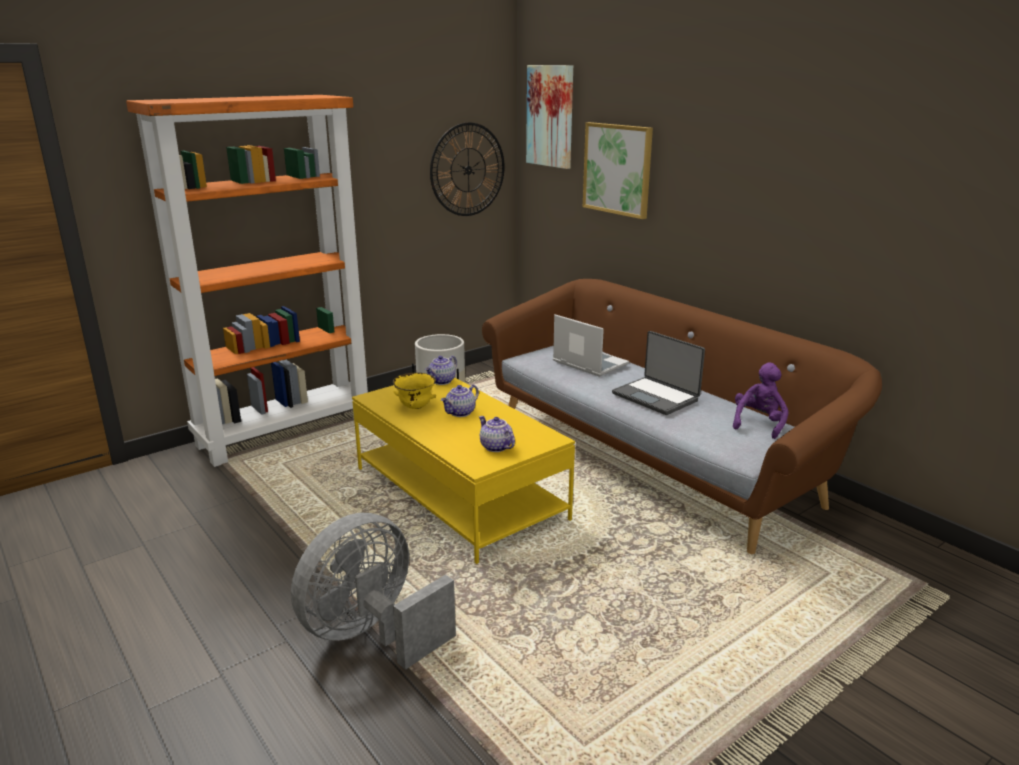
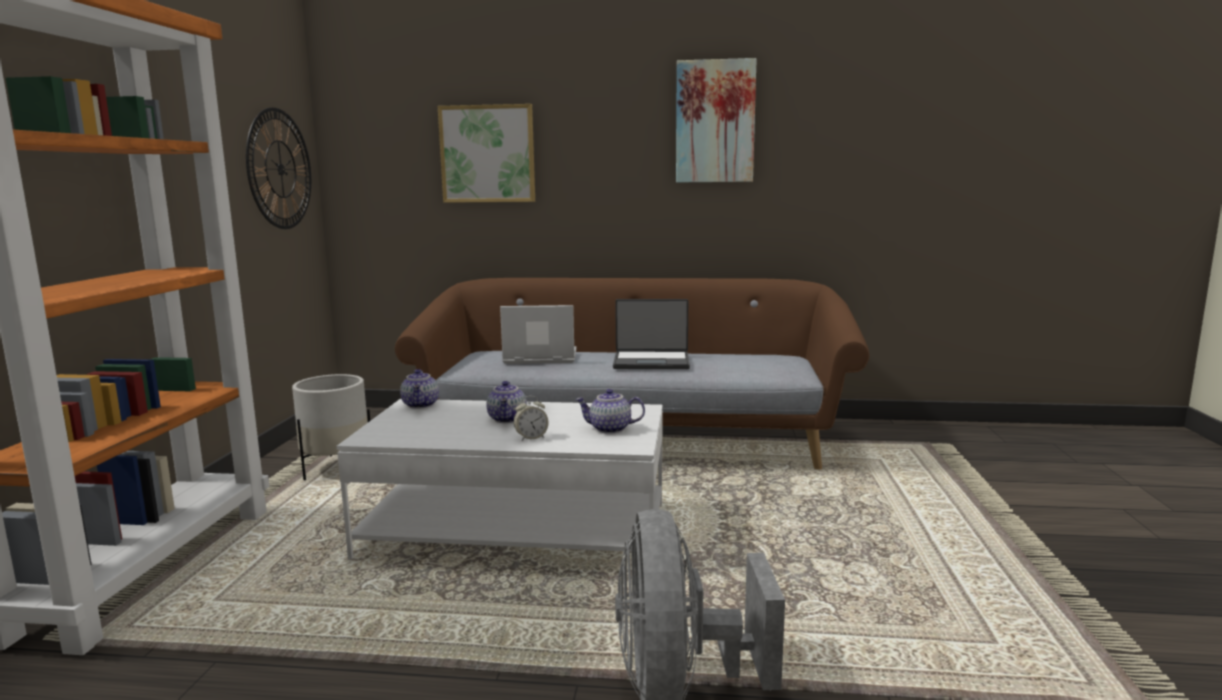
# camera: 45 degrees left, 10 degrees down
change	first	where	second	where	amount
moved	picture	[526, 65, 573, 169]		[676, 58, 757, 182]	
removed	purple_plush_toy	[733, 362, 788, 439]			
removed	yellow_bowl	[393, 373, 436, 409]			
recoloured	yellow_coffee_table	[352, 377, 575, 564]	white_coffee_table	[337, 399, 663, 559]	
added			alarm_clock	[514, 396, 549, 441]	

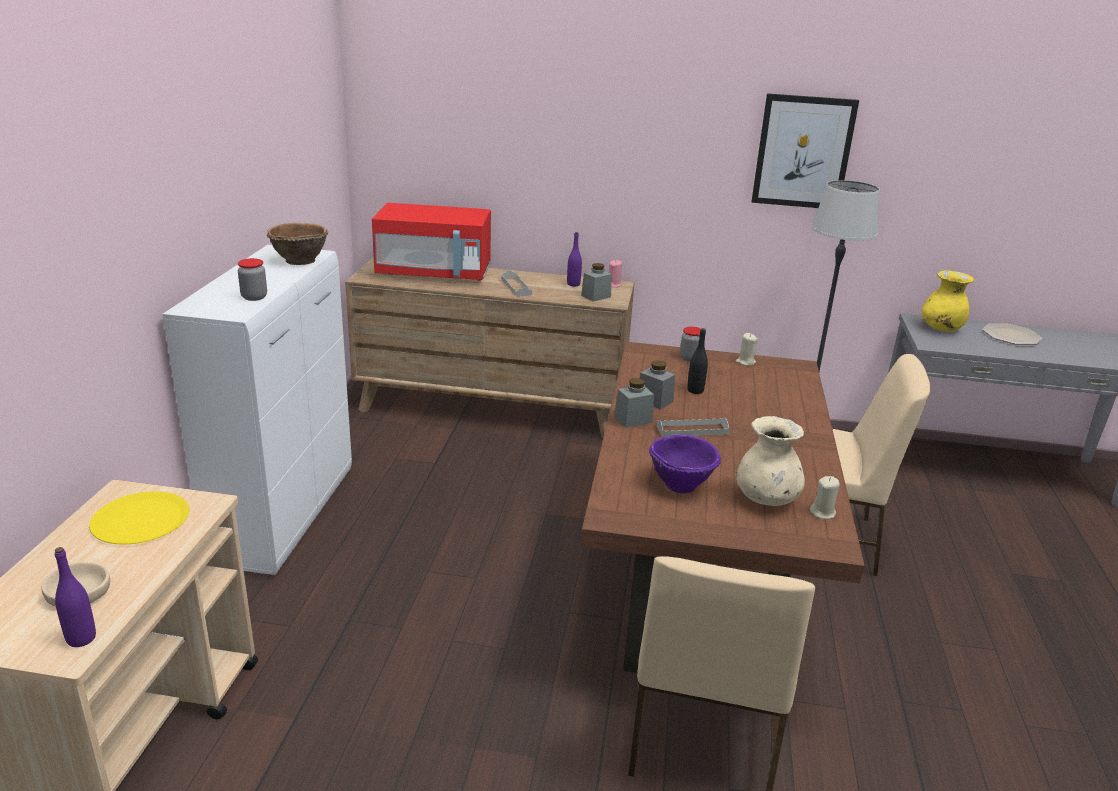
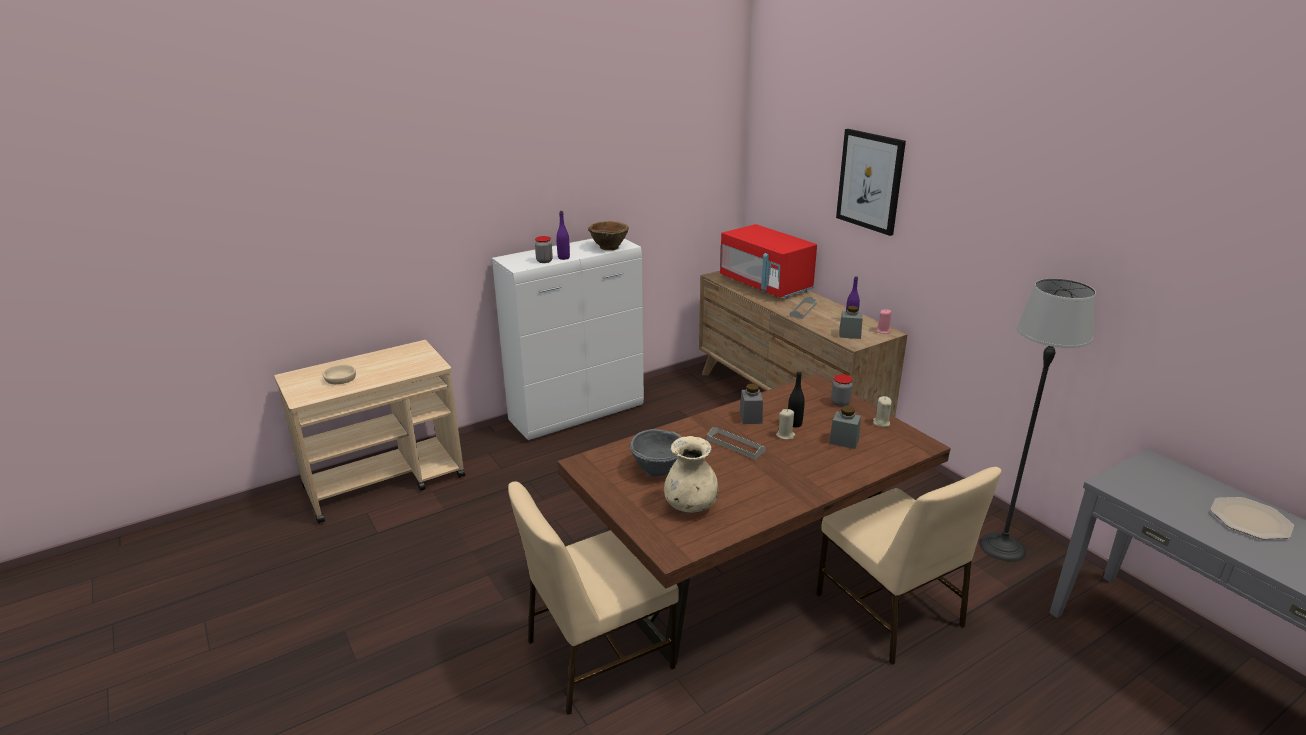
# camera: 50 degrees right, 0 degrees up
change	first	where	second	where	amount
moved	picture	[752, 93, 859, 208]		[836, 129, 906, 236]	
removed	yellow_vase	[922, 270, 974, 332]			
moved	grey_jar	[614, 378, 654, 428]		[829, 406, 861, 449]	
recoloured	purple_bowl	[649, 434, 721, 494]	grey_bowl	[629, 429, 682, 477]	
moved	beige_candle	[810, 476, 840, 519]		[776, 409, 795, 440]	
removed	yellow_plate	[89, 491, 189, 544]			
moved	purple_bottle	[55, 547, 96, 647]		[556, 211, 570, 260]	

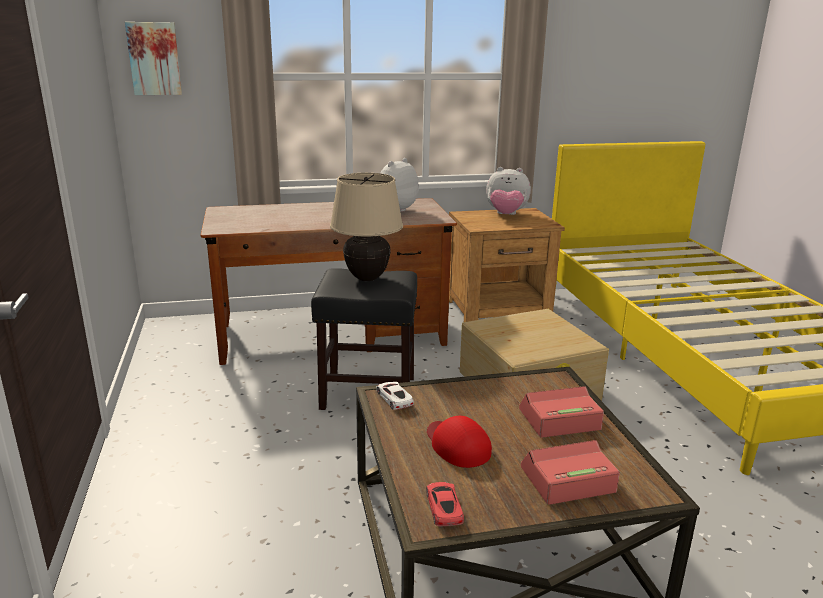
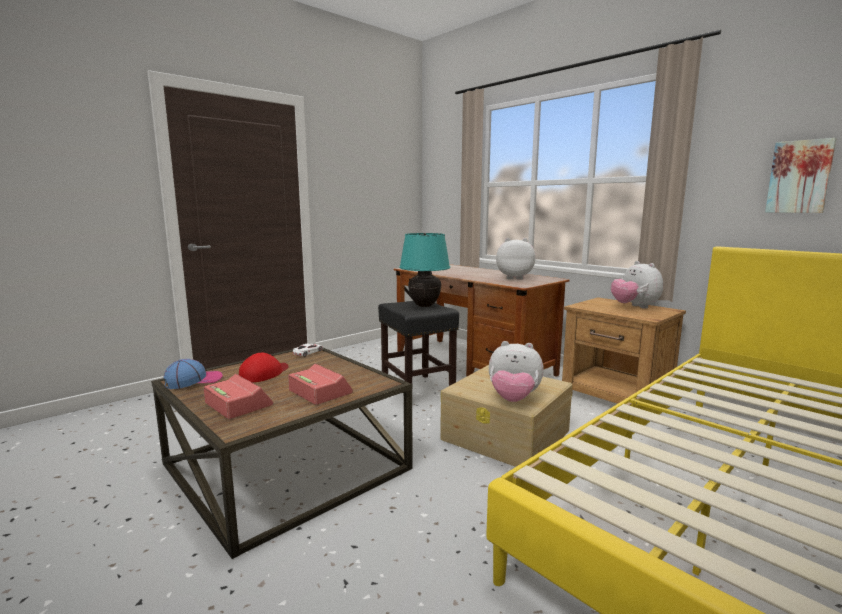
# camera: 60 degrees right, 10 degrees down
change	first	where	second	where	amount
moved	picture	[125, 22, 182, 95]		[765, 138, 836, 213]	
recoloured	beige_table_lamp	[330, 173, 403, 281]	turquoise_table_lamp	[399, 233, 450, 307]	
replaced	red_toy_car	[426, 482, 464, 526]	cap	[163, 359, 223, 389]	
added			plush_toy	[489, 341, 544, 402]	

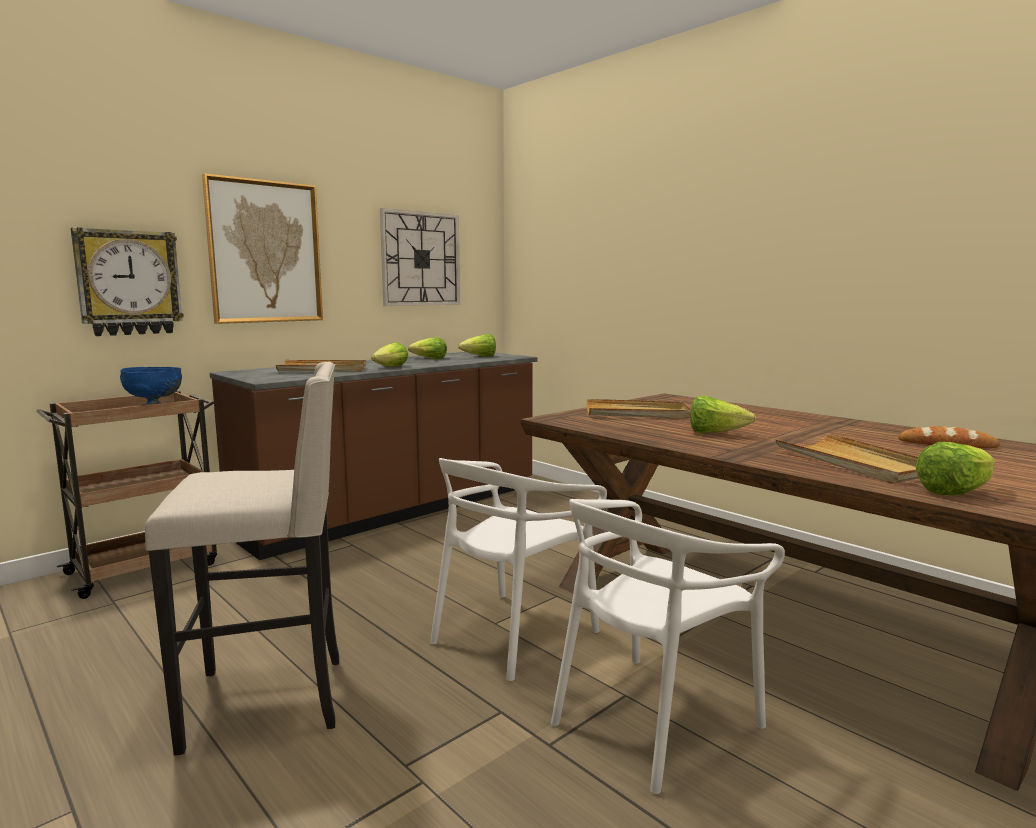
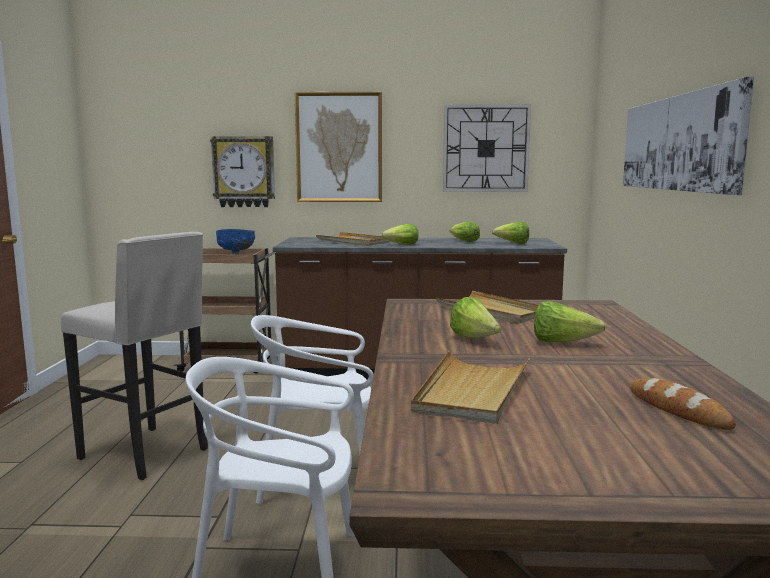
# camera: 45 degrees right, 0 degrees up
change	first	where	second	where	amount
moved	lettuce	[915, 442, 995, 495]		[534, 301, 606, 342]	
added			picture	[623, 77, 754, 195]	

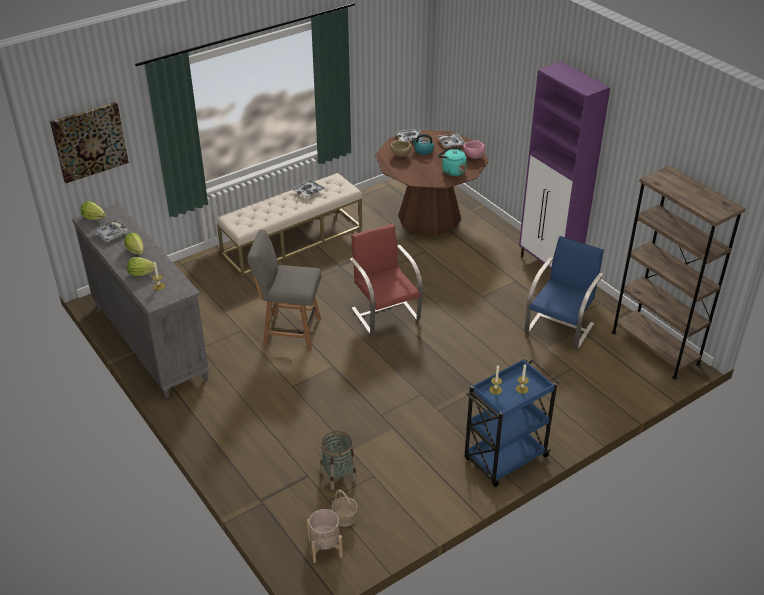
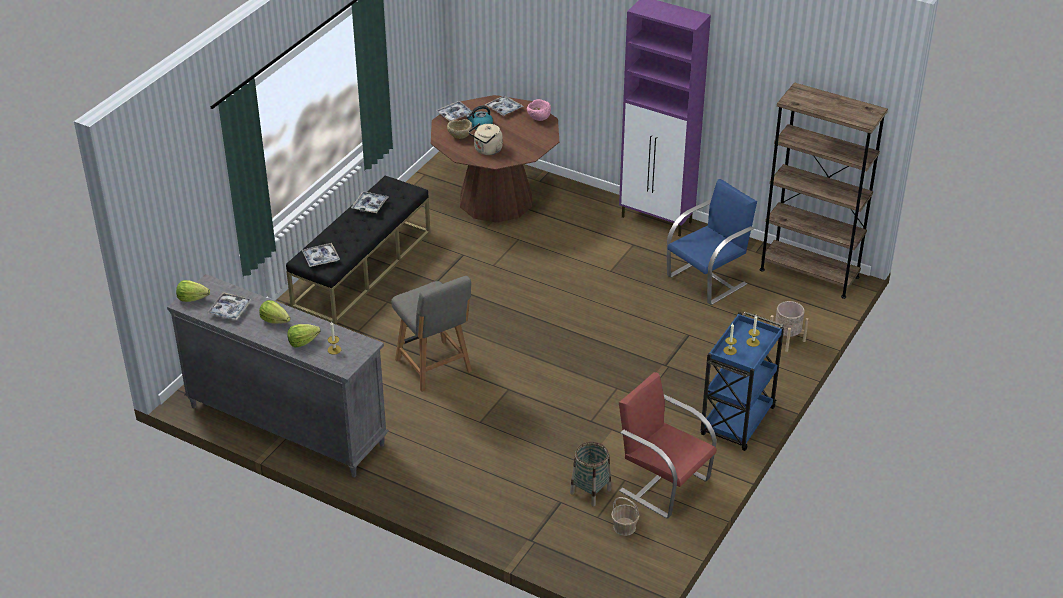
# camera: 25 degrees left, 0 degrees up
change	first	where	second	where	amount
removed	picture	[50, 102, 129, 183]			
removed	turquoise_kettle	[438, 147, 467, 176]			
recoloured	beige_bench	[217, 173, 362, 276]	black_bench	[286, 175, 430, 324]	
moved	red_chair	[349, 224, 423, 335]		[619, 372, 717, 519]	
turned	grey_chair	[247, 230, 322, 350]		[391, 276, 472, 392]	105 degrees counterclockwise
turned	blue_chair	[525, 236, 604, 350]		[667, 179, 757, 305]	45 degrees clockwise
moved	beige_planter	[307, 509, 343, 563]		[770, 301, 809, 352]	
added			beige_kettle	[468, 123, 503, 155]	
added			tray	[302, 243, 340, 267]	

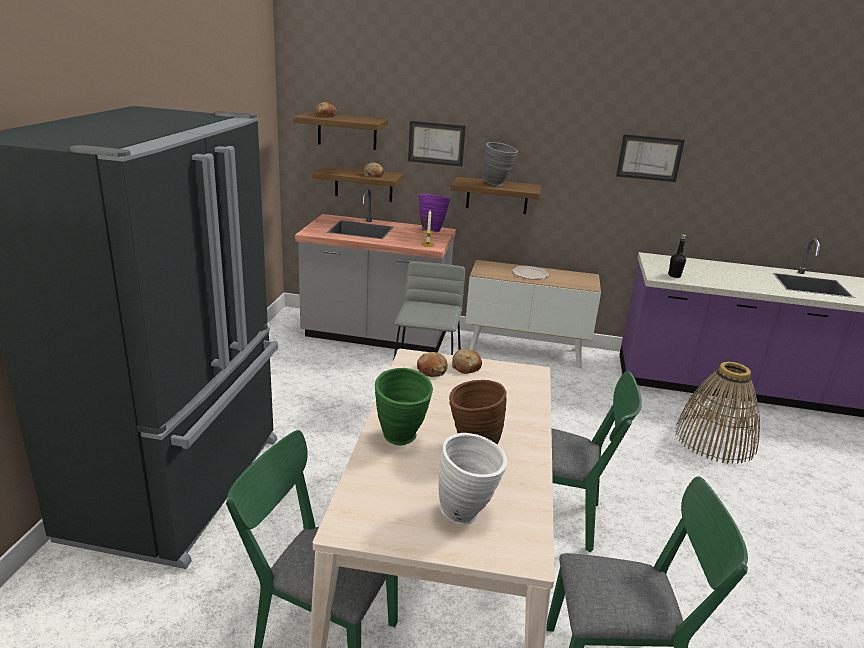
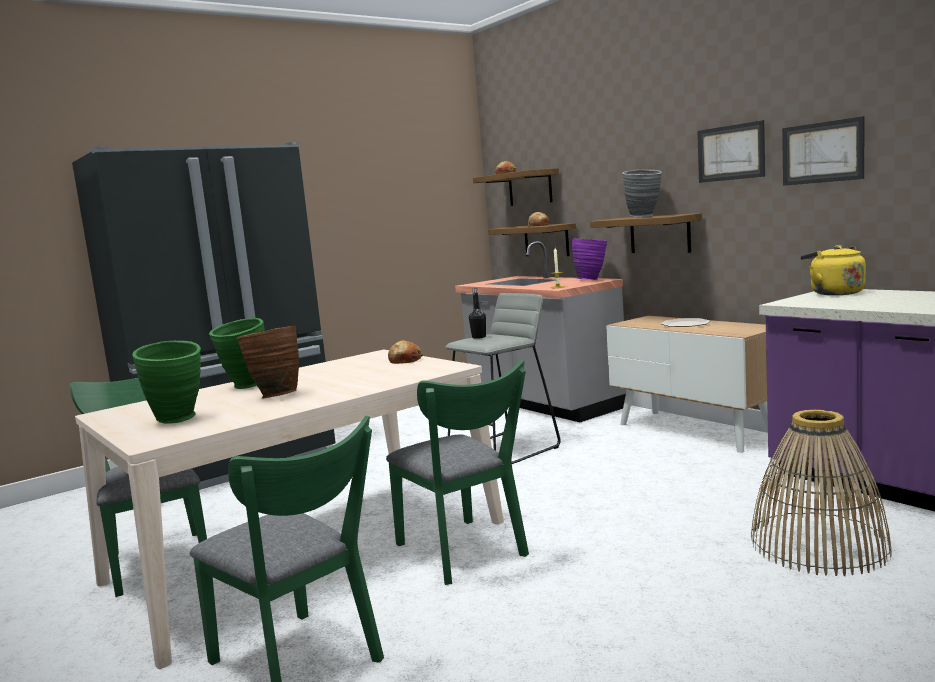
# camera: 45 degrees right, 15 degrees down
change	first	where	second	where	amount
moved	picture	[408, 121, 466, 167]		[697, 120, 765, 183]	
moved	black_bottle	[668, 234, 686, 278]		[469, 288, 486, 339]	
removed	bread	[417, 352, 448, 377]			
recoloured	white_vase	[438, 433, 508, 525]	green_vase	[132, 341, 201, 424]	
added			yellow_kettle	[800, 245, 866, 295]	

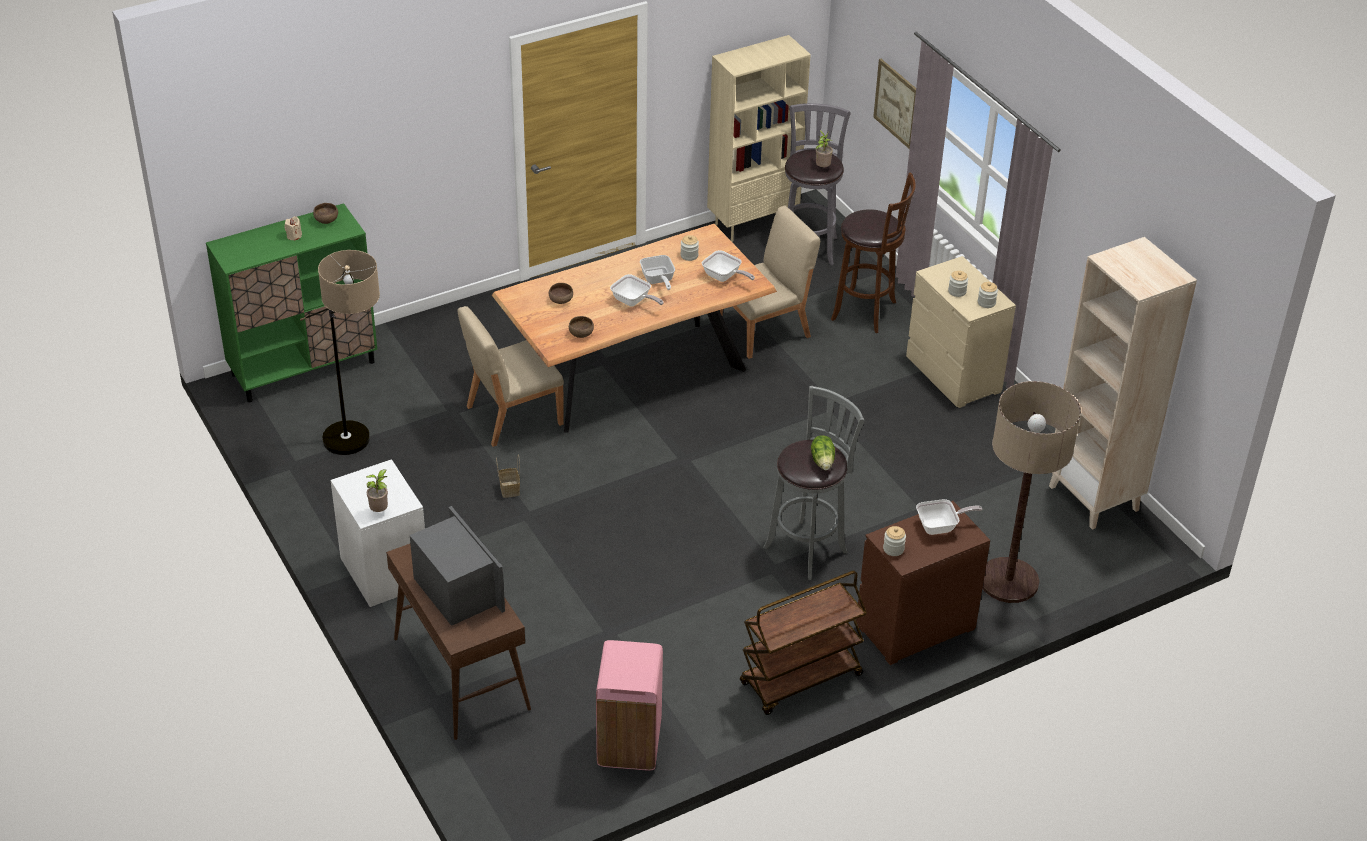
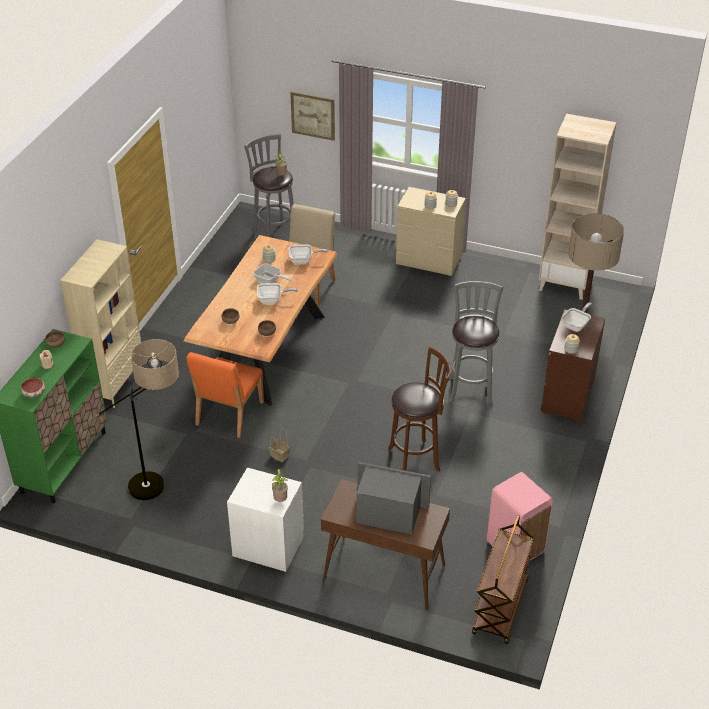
# camera: 40 degrees left, 0 degrees up
change	first	where	second	where	amount
moved	beige_bookcase	[707, 35, 811, 242]		[60, 239, 141, 408]	
moved	brown_stool	[831, 172, 916, 333]		[388, 346, 451, 472]	
recoloured	beige_chair	[458, 306, 564, 447]	orange_chair	[186, 352, 264, 438]	
removed	lettuce	[811, 435, 835, 470]			
moved	brown_cart	[740, 571, 867, 715]		[472, 515, 534, 644]	
added			bowl	[21, 378, 45, 398]	

